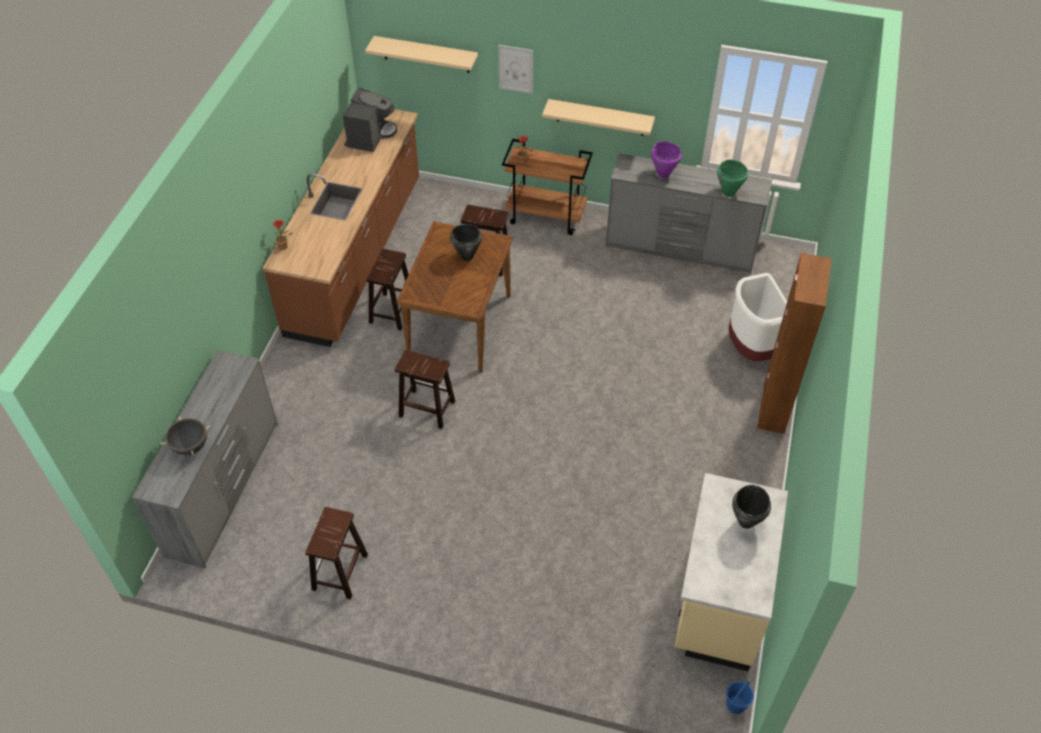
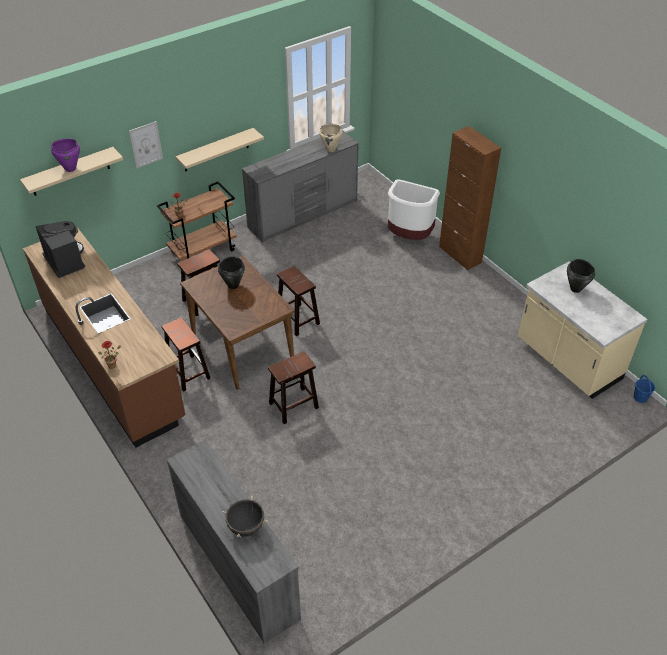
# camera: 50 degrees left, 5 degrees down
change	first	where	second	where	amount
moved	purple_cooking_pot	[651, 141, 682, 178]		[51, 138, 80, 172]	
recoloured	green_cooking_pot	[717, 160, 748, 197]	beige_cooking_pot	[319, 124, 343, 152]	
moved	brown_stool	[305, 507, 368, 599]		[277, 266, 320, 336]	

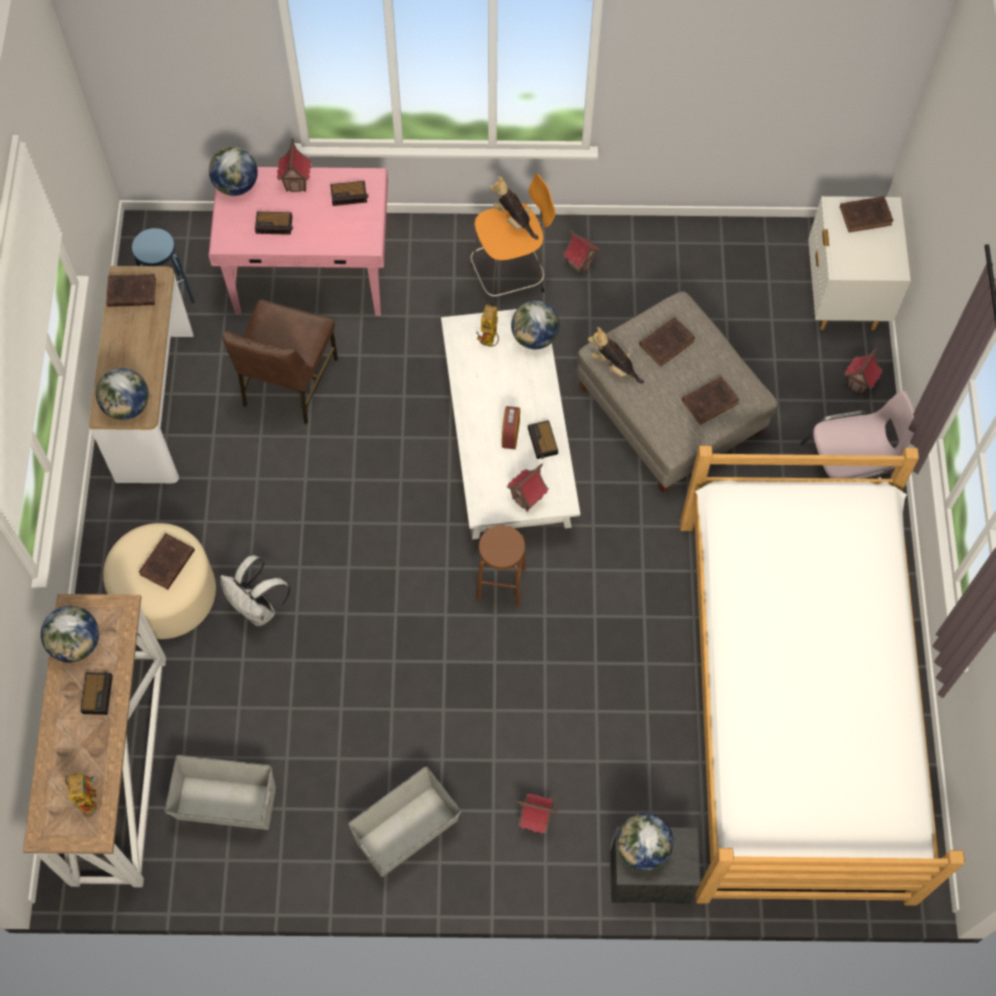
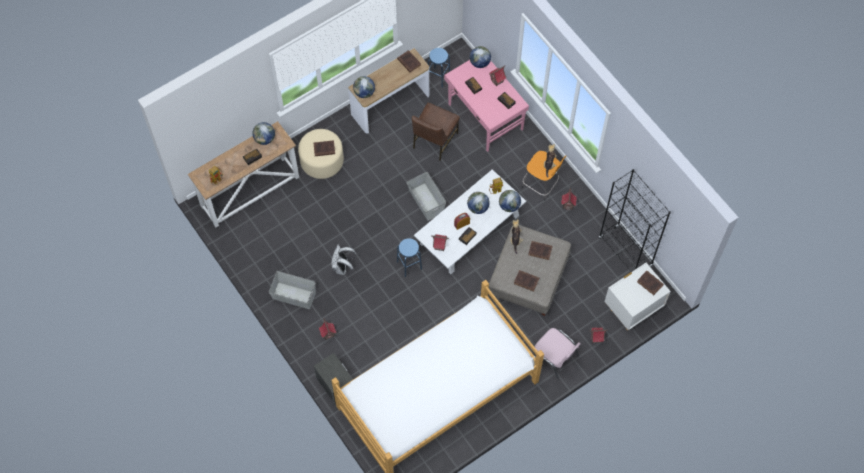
# camera: 55 degrees right, 0 degrees up
change	first	where	second	where	amount
turned	brown_chair	[222, 300, 338, 424]		[412, 103, 460, 161]	45 degrees counterclockwise
recoloured	brown_stool	[477, 525, 525, 607]	blue_stool	[397, 238, 422, 277]	
moved	white_backpack	[220, 555, 290, 626]		[331, 245, 357, 275]	
moved	grey_storage_box	[165, 755, 276, 830]		[407, 172, 446, 221]	
moved	globe	[617, 813, 674, 871]		[467, 192, 490, 214]	
added			black_bookcase	[599, 169, 671, 272]	

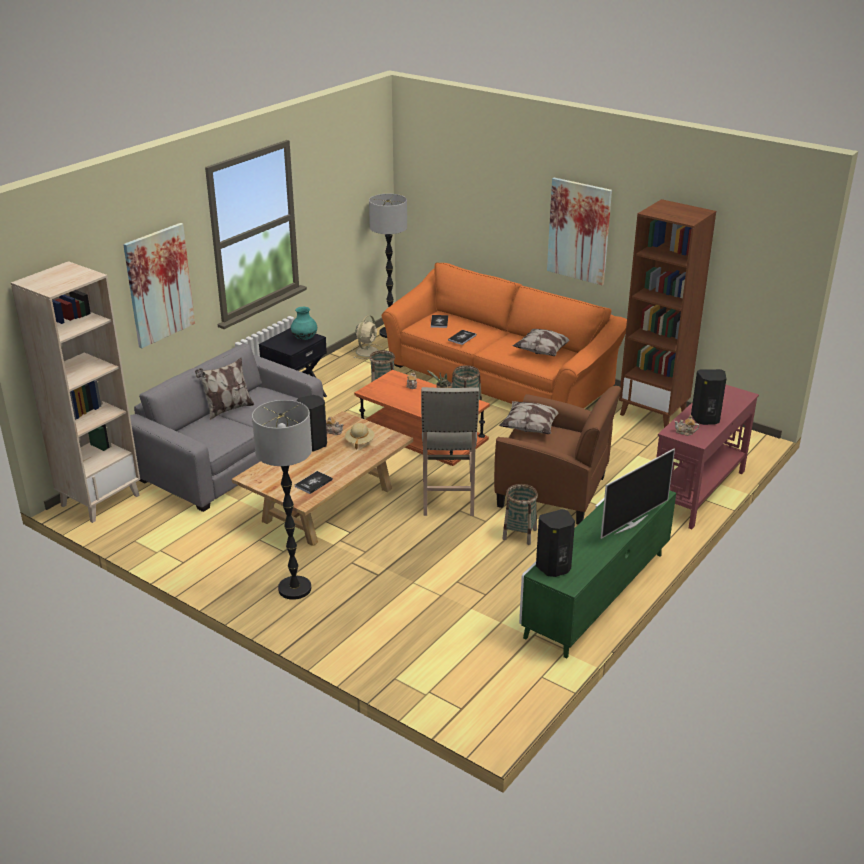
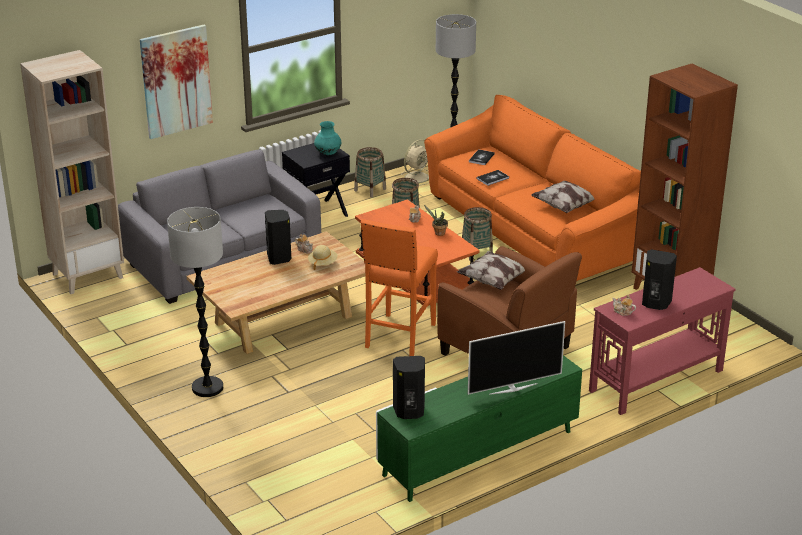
# camera: 20 degrees right, 0 degrees up
change	first	where	second	where	amount
removed	picture	[547, 178, 612, 285]			
removed	pillow	[195, 358, 254, 420]			
recoloured	beige_stool	[421, 387, 479, 516]	orange_stool	[361, 219, 438, 356]	
removed	book	[295, 471, 333, 494]			
moved	basket	[502, 484, 538, 545]		[354, 147, 386, 197]	

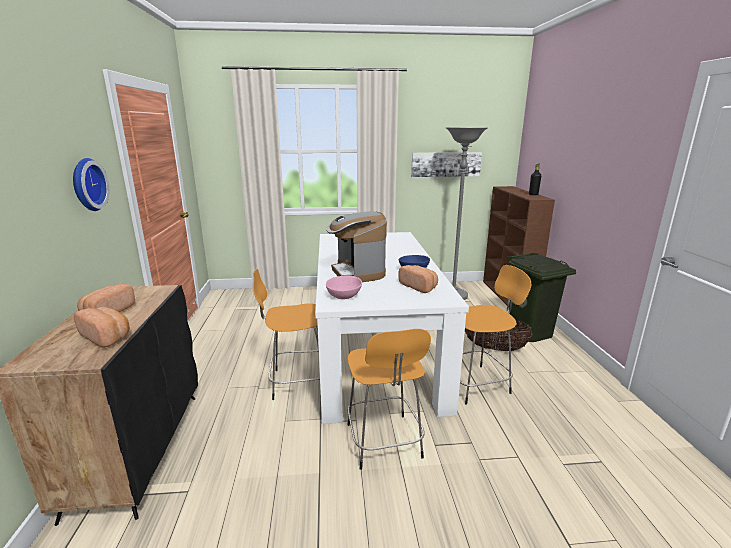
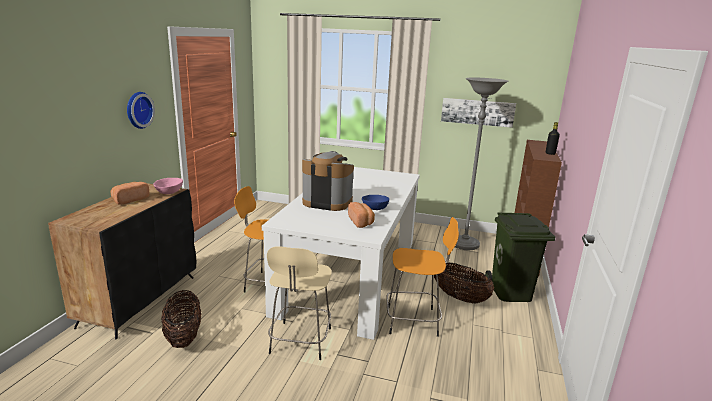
# camera: 20 degrees right, 0 degrees up
change	first	where	second	where	amount
turned	coffee_machine	[326, 211, 387, 282]		[302, 151, 354, 211]	105 degrees clockwise
moved	pink_bowl	[326, 276, 362, 299]		[153, 178, 183, 194]	
removed	bread	[74, 307, 130, 348]			
recoloured	orange_stool	[347, 329, 431, 470]	beige_stool	[267, 246, 332, 360]	
added			basket	[161, 290, 201, 348]	

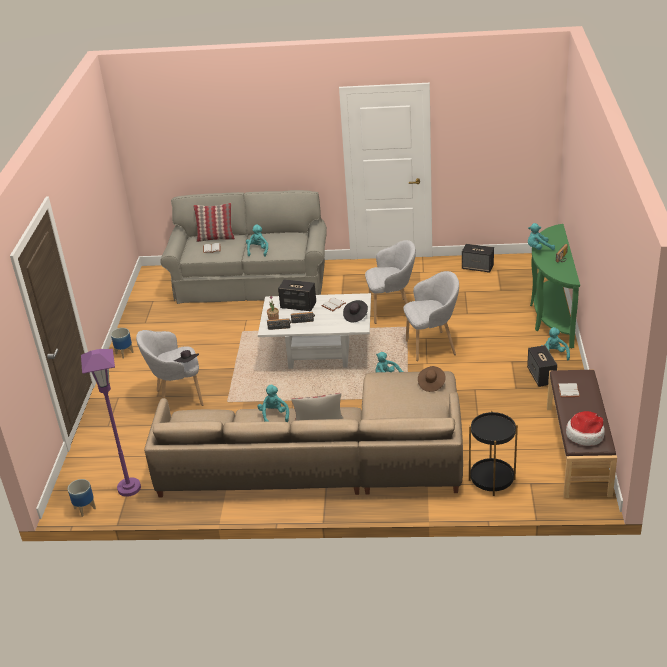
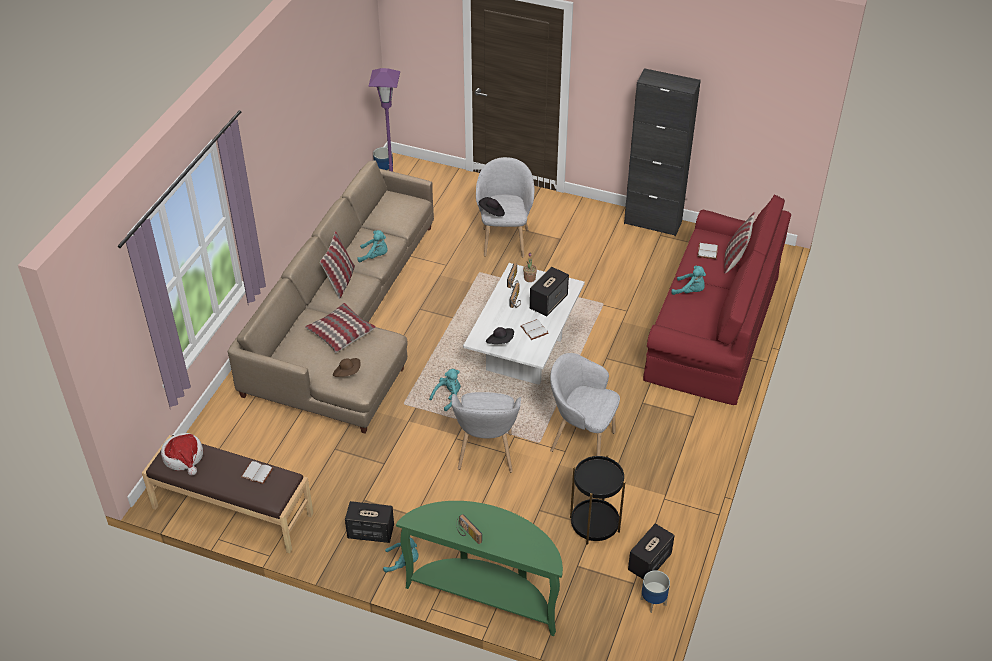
# camera: 105 degrees right, 10 degrees up
change	first	where	second	where	amount
recoloured	grey_sofa	[160, 190, 327, 304]	red_sofa	[643, 194, 791, 405]	
removed	turquoise_plush_toy	[528, 223, 555, 250]			
turned	grey_armchair	[365, 240, 416, 324]		[550, 353, 620, 456]	105 degrees clockwise
moved	planter	[111, 328, 134, 359]		[640, 570, 670, 613]	
moved	black_side_table	[469, 411, 518, 496]		[570, 455, 625, 545]	
added			black_cabinet	[624, 68, 701, 236]	
added			pillow	[305, 303, 376, 353]	

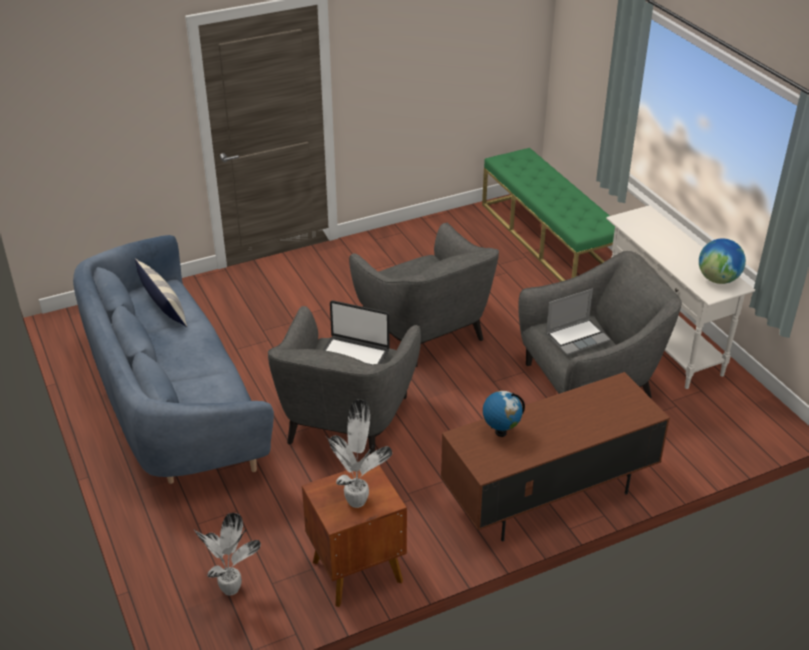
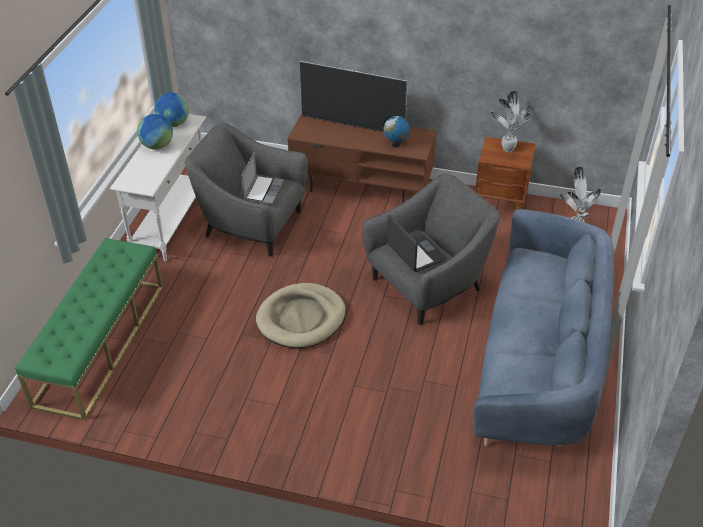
# camera: 140 degrees left, 5 degrees up
change	first	where	second	where	amount
replaced	grey_armchair	[349, 223, 499, 367]	beige_dog_bed	[256, 283, 346, 348]	
removed	pillow	[135, 259, 187, 327]			
turned	laptop	[546, 289, 610, 356]		[241, 152, 284, 204]	90 degrees clockwise
added			television	[299, 61, 408, 132]	
added			globe	[137, 114, 173, 149]	

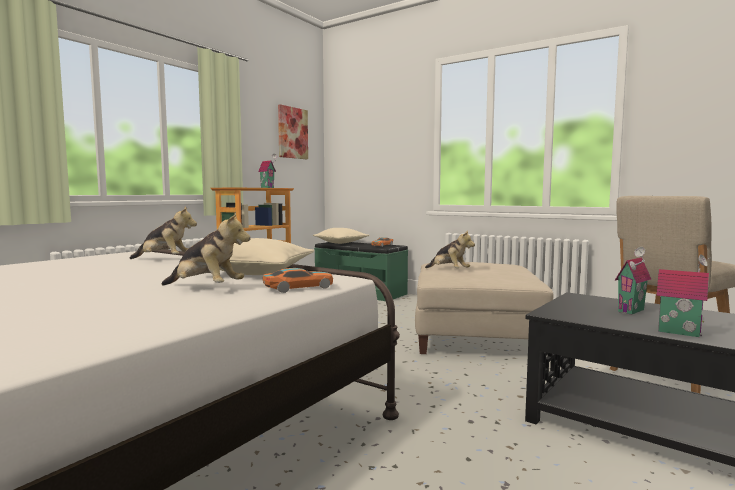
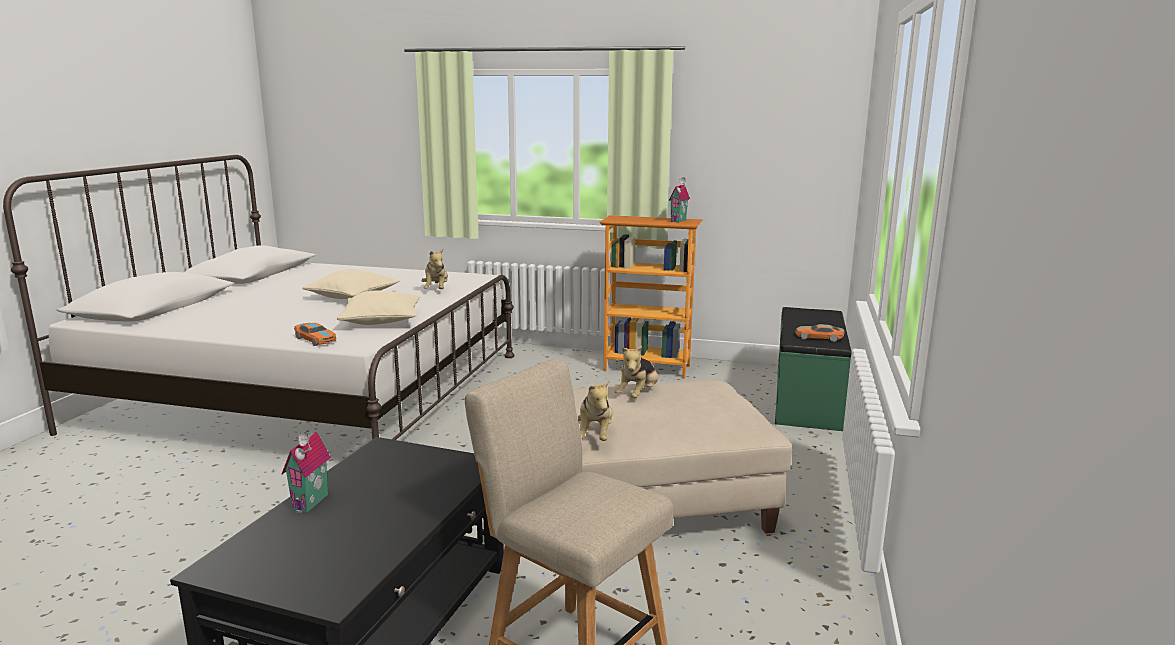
# camera: 70 degrees right, 10 degrees up
change	first	where	second	where	amount
removed	picture	[278, 104, 308, 159]			
moved	plush_toy	[162, 211, 251, 285]		[577, 379, 613, 441]	
moved	beige_pillow	[313, 228, 369, 244]		[302, 269, 400, 299]	
removed	toy_house	[615, 247, 651, 315]			

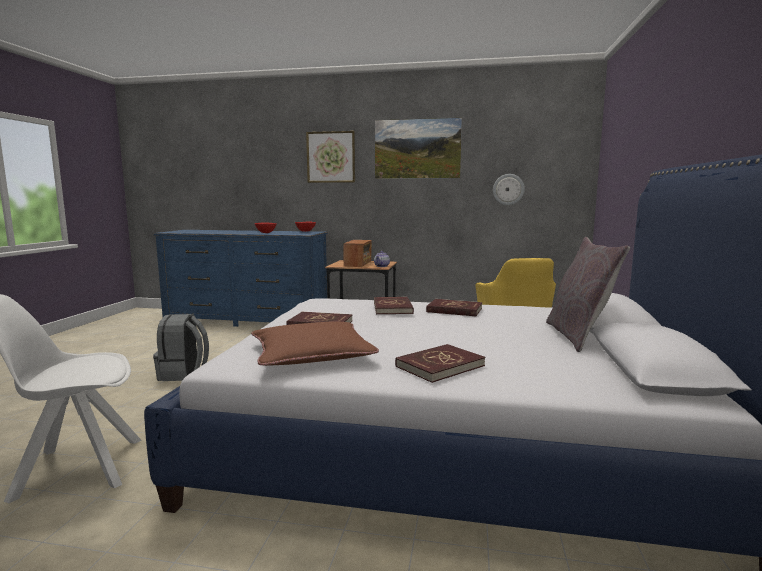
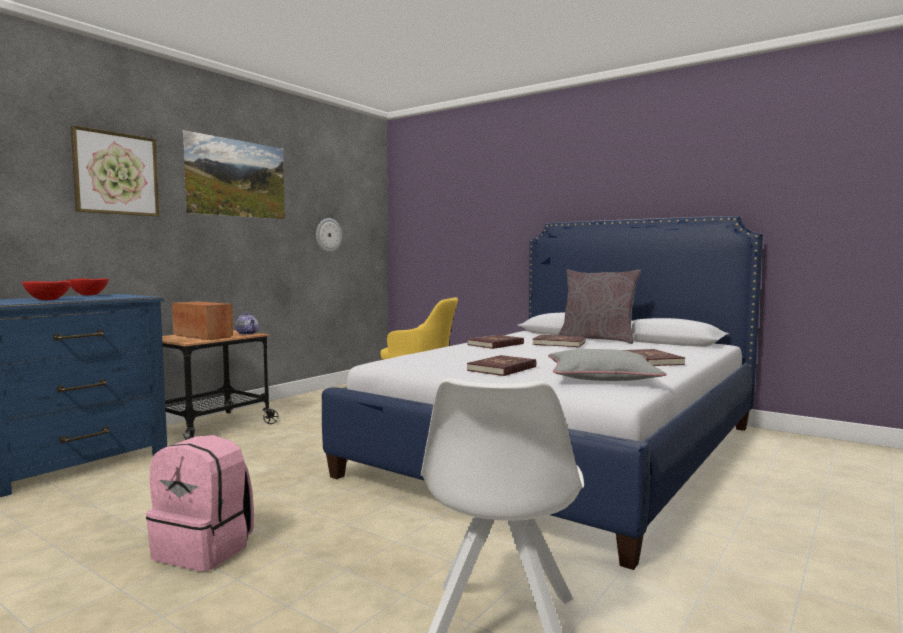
# camera: 65 degrees left, 5 degrees down
change	first	where	second	where	amount
moved	red_book	[374, 297, 414, 314]		[532, 335, 585, 347]	
recoloured	grey_backpack	[153, 314, 209, 381]	pink_backpack	[146, 435, 254, 572]	
recoloured	brown_pillow	[251, 321, 379, 366]	grey_pillow	[548, 349, 667, 381]	

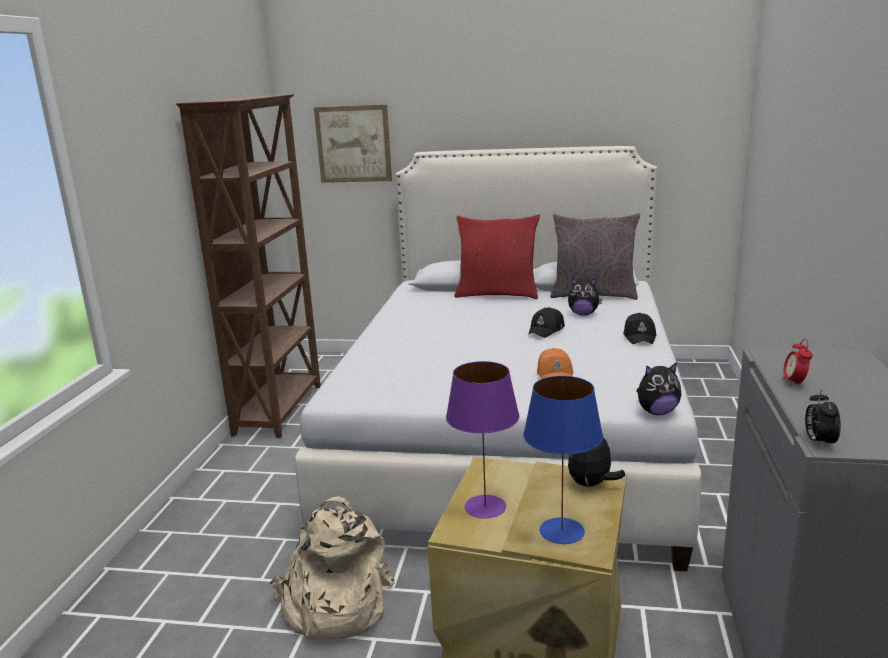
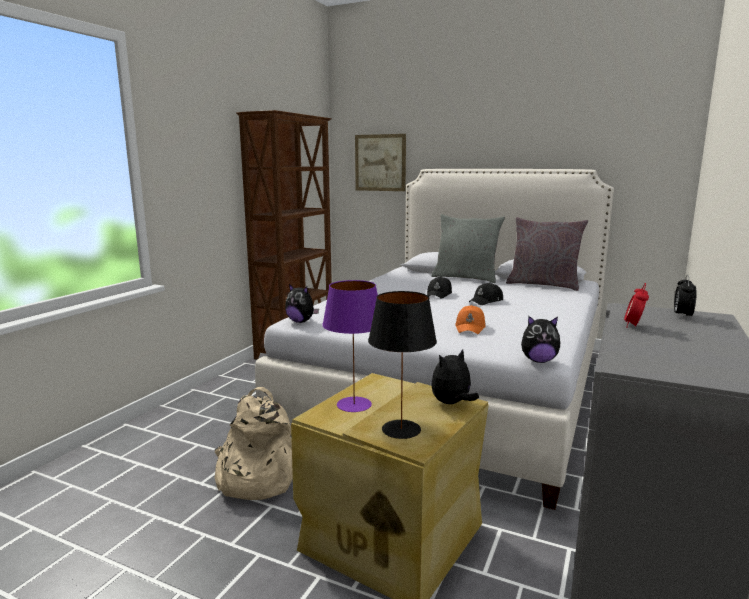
# camera: 15 degrees right, 5 degrees down
change	first	where	second	where	amount
recoloured	red_pillow	[454, 214, 540, 299]	grey_pillow	[431, 214, 505, 283]	
moved	plush_toy	[568, 277, 602, 315]		[285, 284, 319, 323]	
moved	black_cap	[623, 313, 657, 344]		[427, 276, 452, 299]	
recoloured	blue_table_lamp	[523, 376, 603, 544]	black_table_lamp	[368, 291, 437, 439]	
moved	alarm_clock	[805, 389, 841, 449]		[674, 275, 697, 319]	

